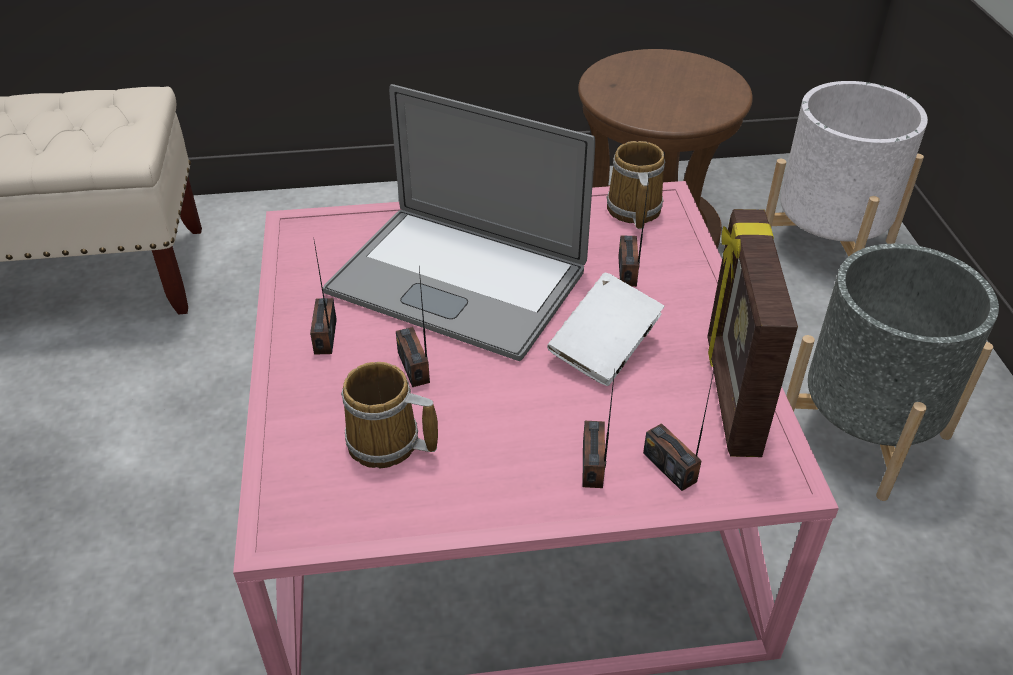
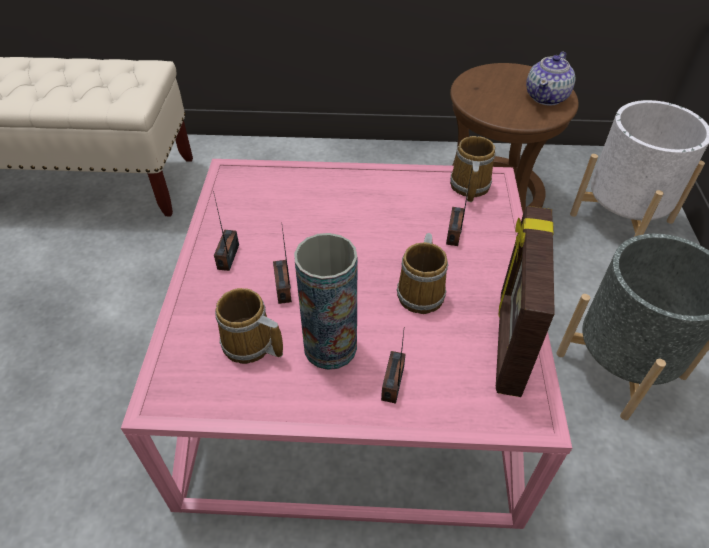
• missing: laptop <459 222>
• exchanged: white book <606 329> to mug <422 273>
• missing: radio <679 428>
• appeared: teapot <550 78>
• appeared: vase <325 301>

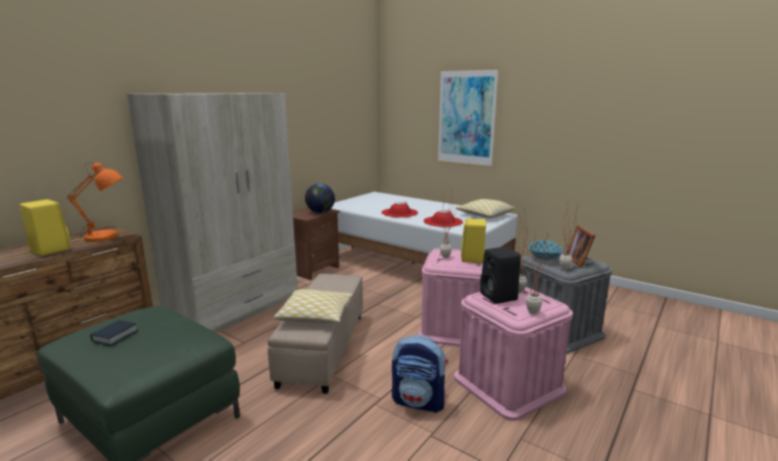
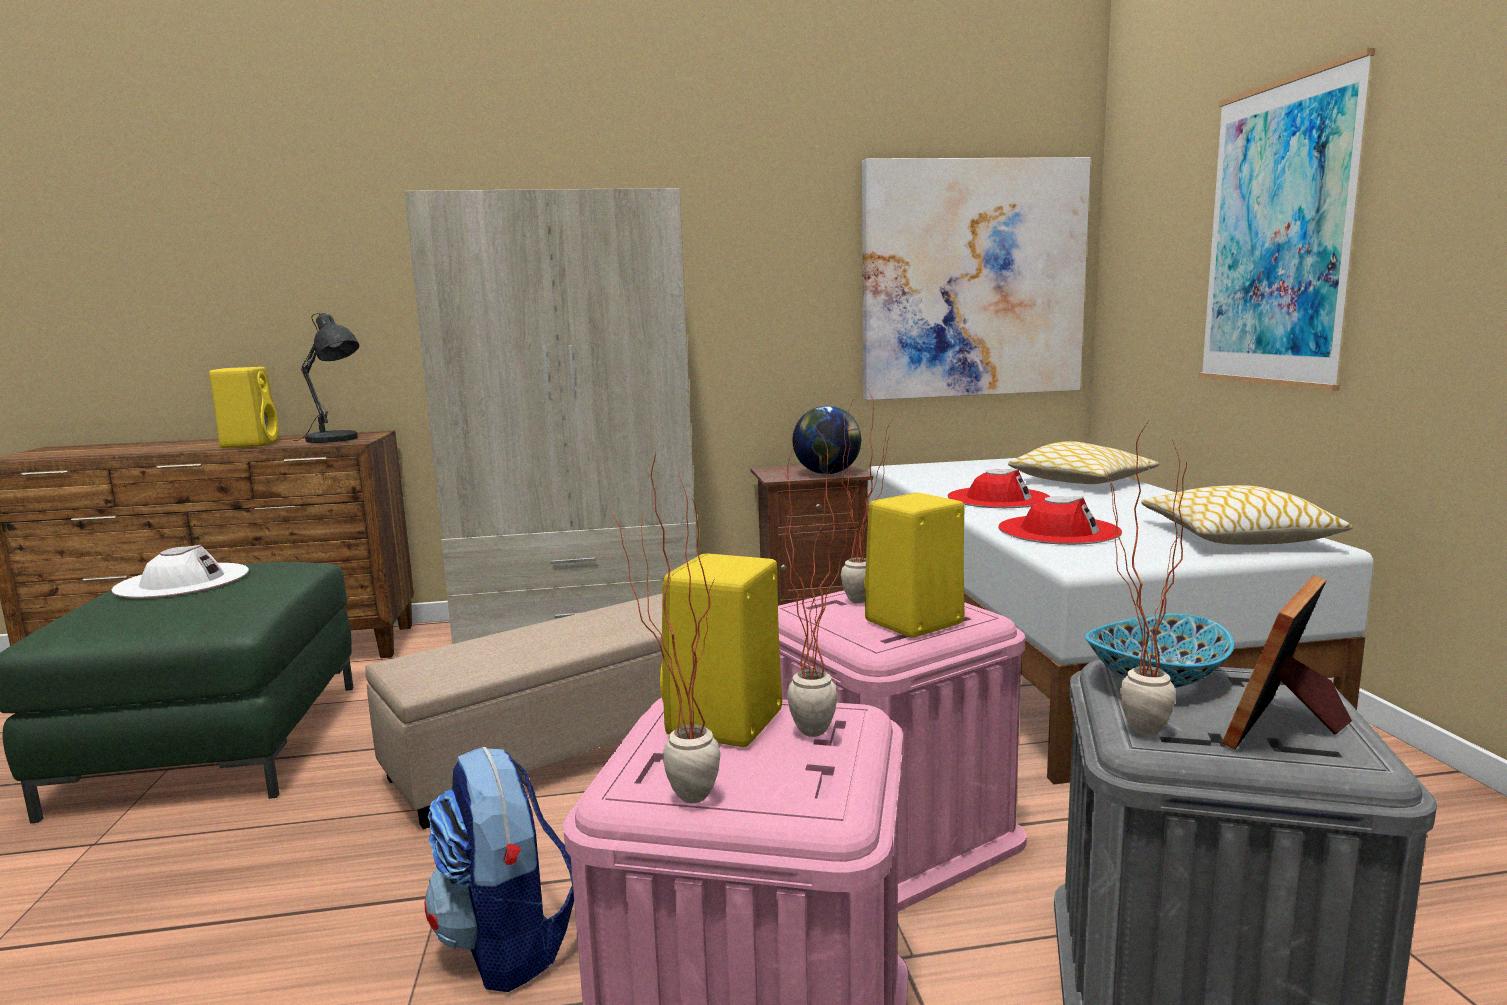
• colour: orange table lamp <95 202> to grey table lamp <326 378>
• colour: black speaker <500 275> to yellow speaker <721 650>
• relocated: pillow <313 306> to <1083 462>
• exchanged: book <114 333> to white hat <180 571>
• appeared: picture <976 278>

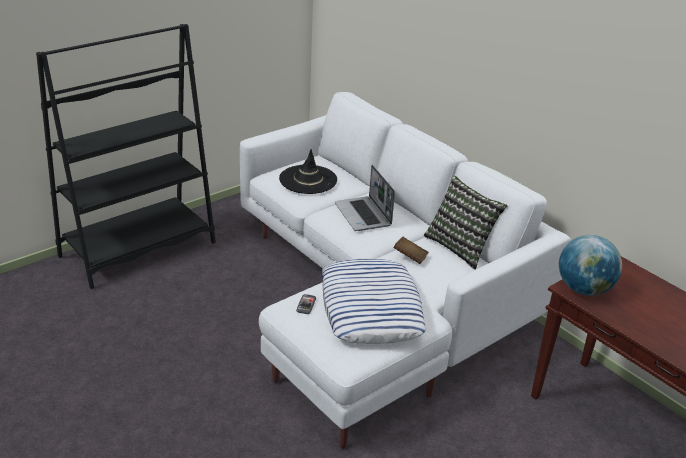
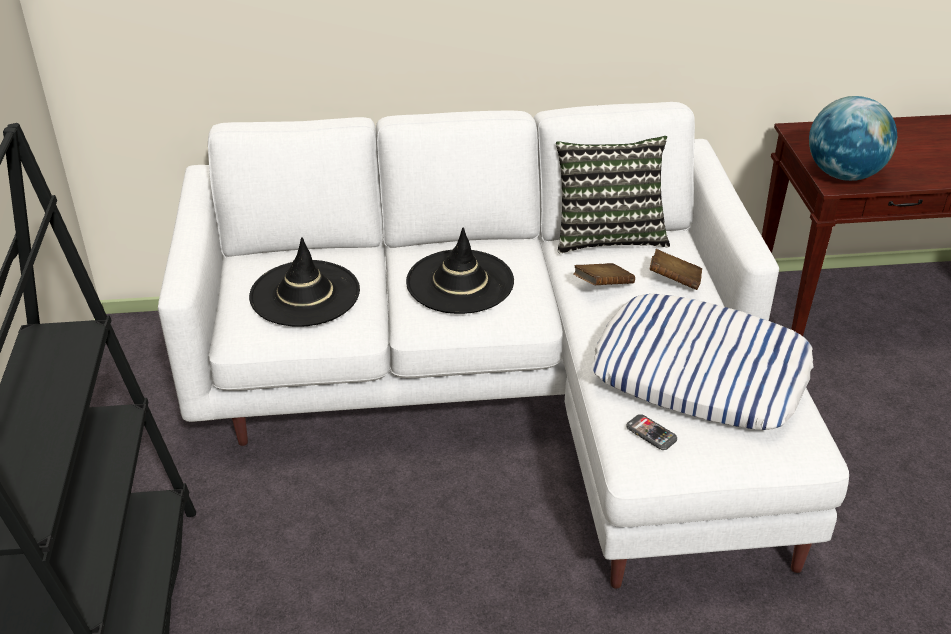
• exchanged: laptop <365 198> to black hat <460 270>
• appeared: brown book <676 269>

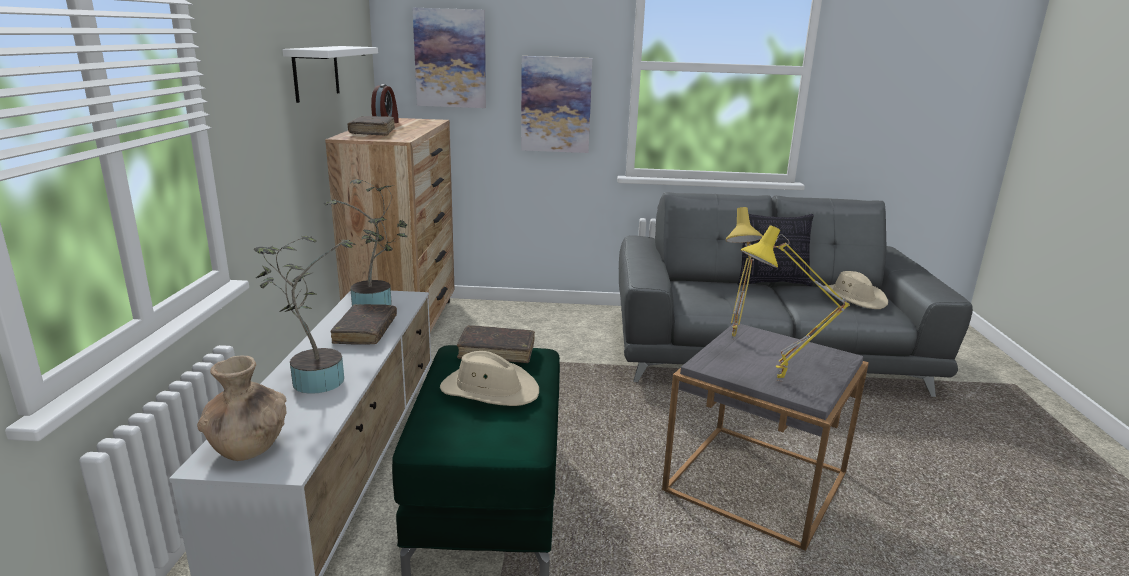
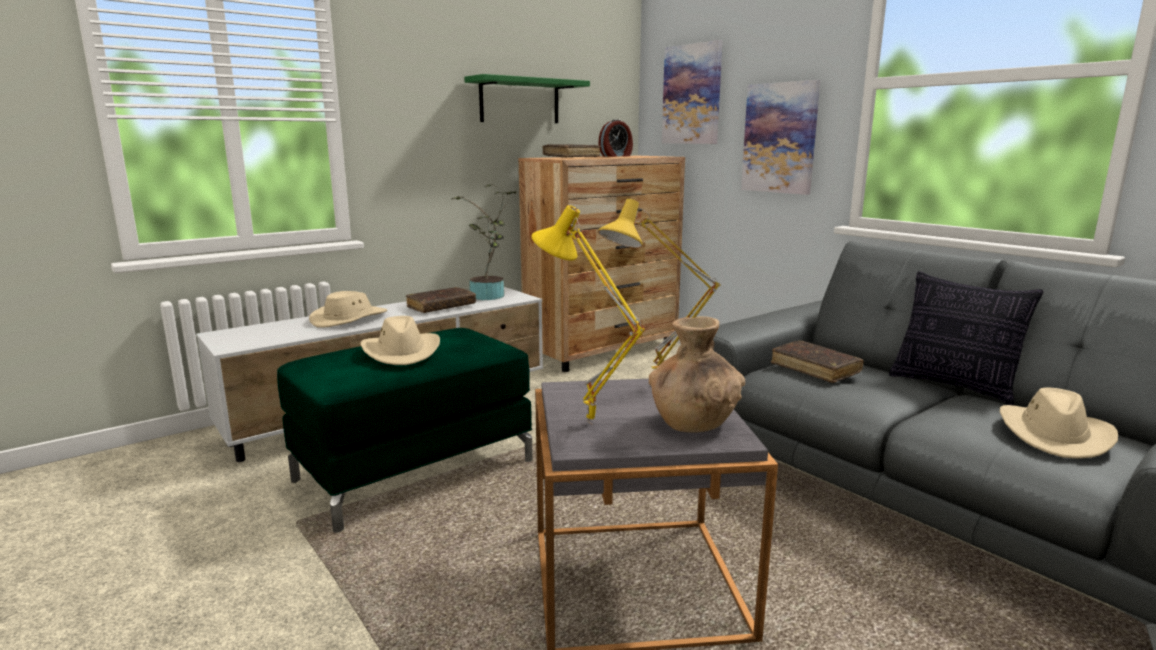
• colour: white shelf <330 74> to green shelf <527 98>
• exchanged: potted plant <305 315> to beige hat <348 309>
• relocated: brown book <496 344> to <817 362>
• relocated: brown vase <242 408> to <697 374>

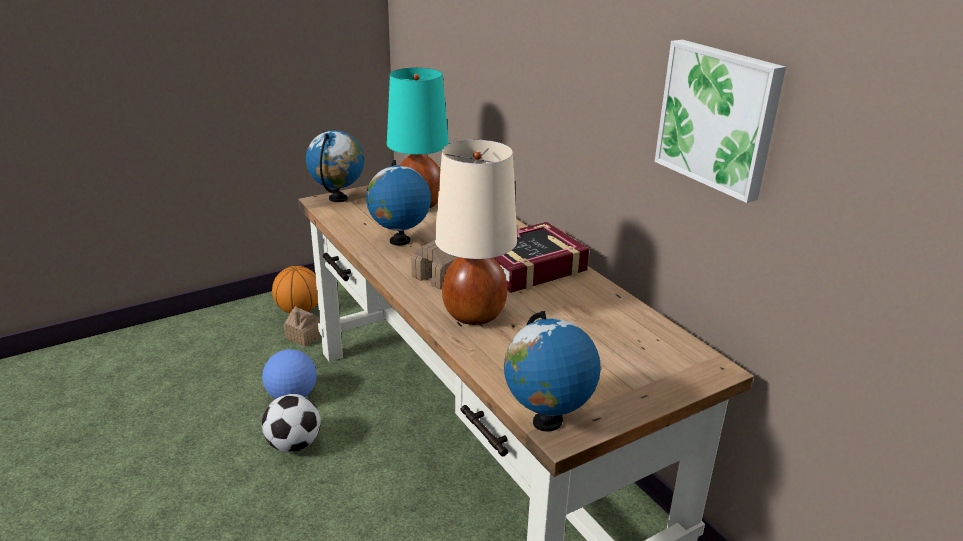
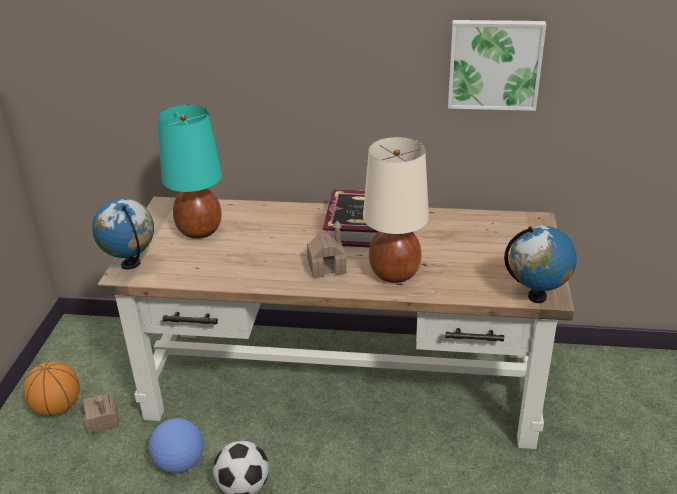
• missing: globe <398 202>

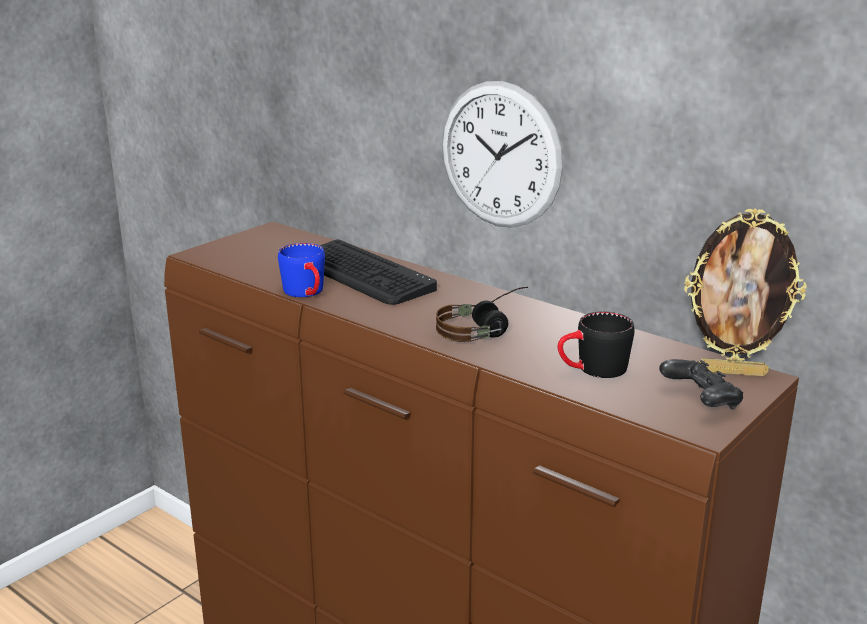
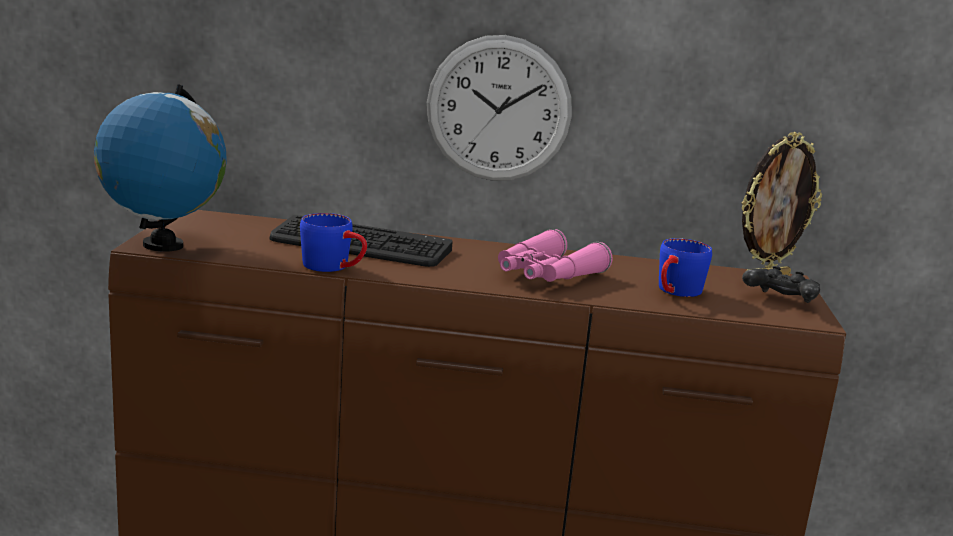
• exchanged: headphones <482 314> to pink binoculars <555 255>
• colour: black mug <596 345> to blue mug <685 267>
• appeared: globe <160 168>

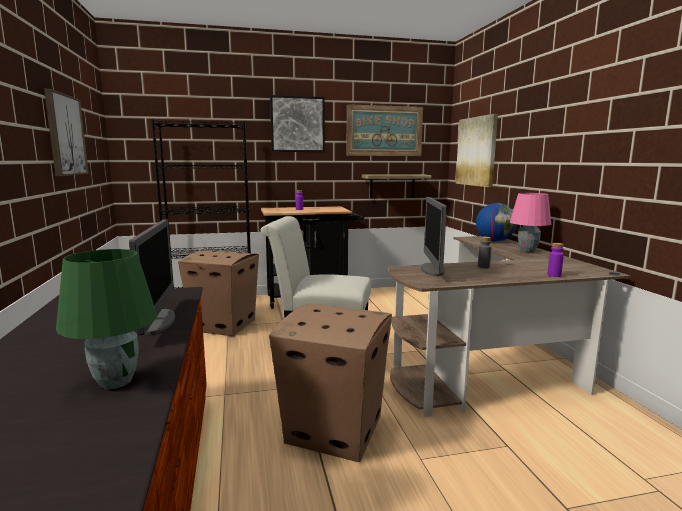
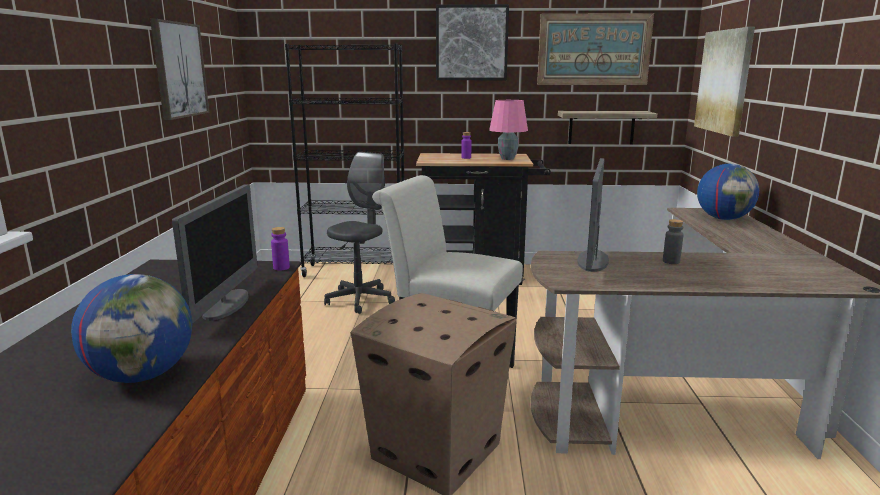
• relocated: pink table lamp <531 222> to <508 130>
• relocated: purple bottle <556 260> to <280 249>
• exchanged: green table lamp <106 319> to globe <131 328>
• exchanged: cardboard box <218 293> to grey office chair <359 233>

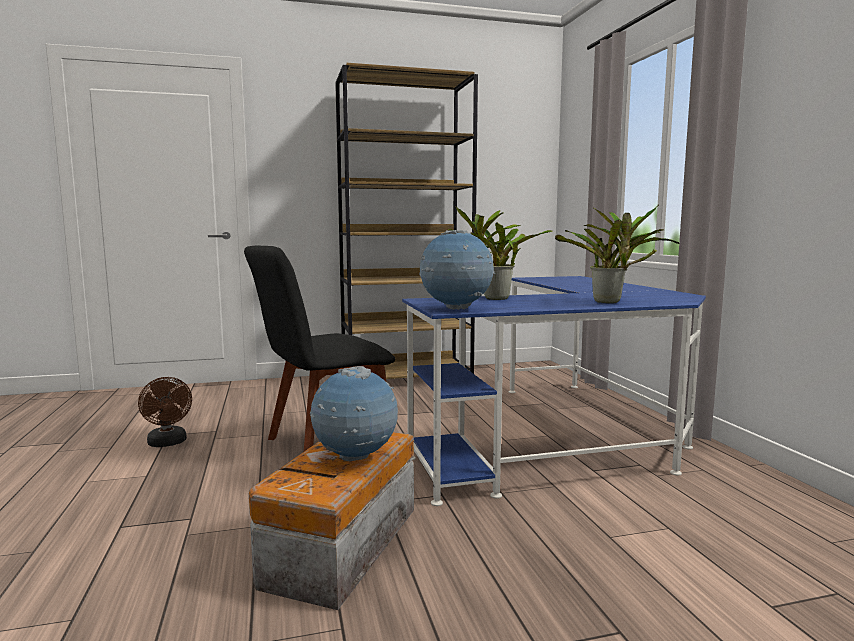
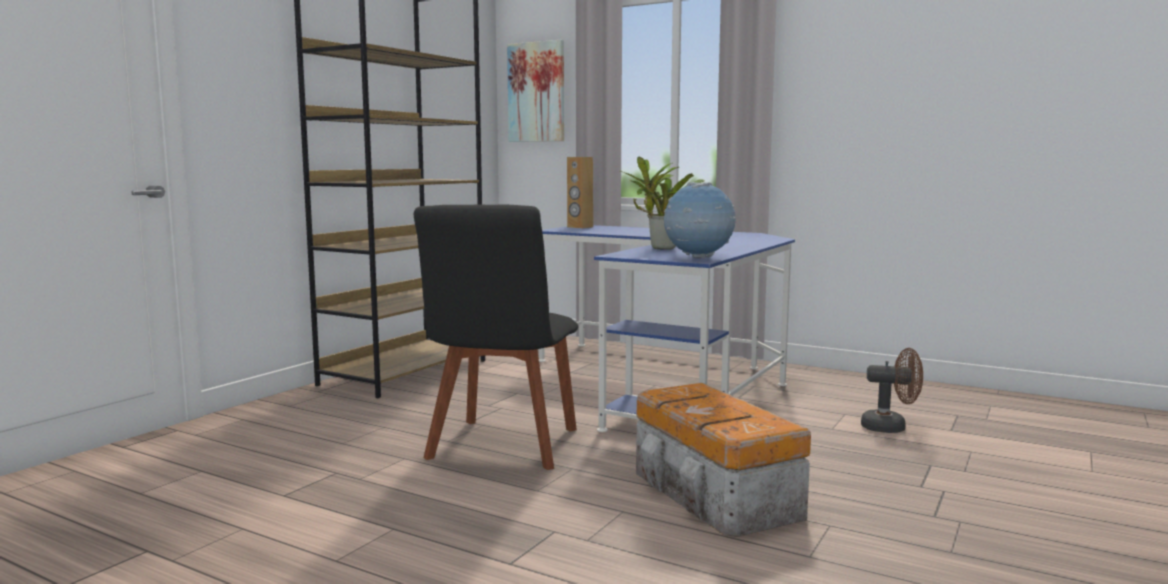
• missing: potted plant <617 254>
• missing: globe <354 413>
• relocated: brown fan <165 412> to <892 390>
• appeared: picture <535 91>
• appeared: brown speaker <580 192>

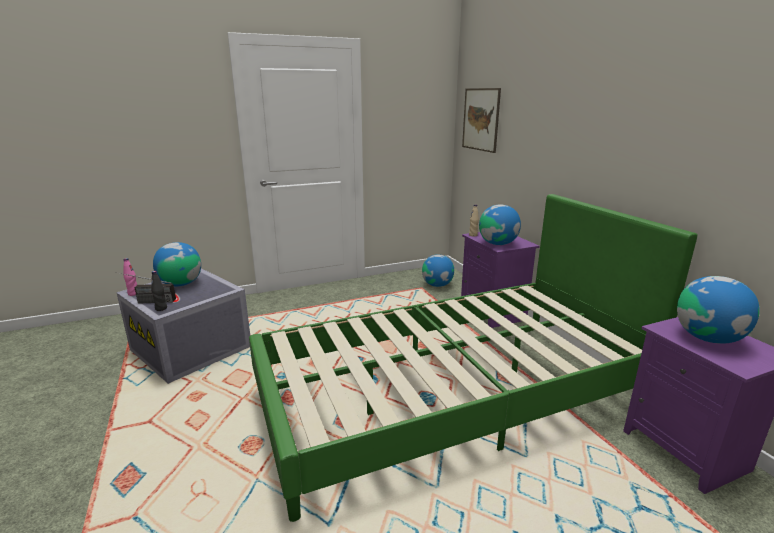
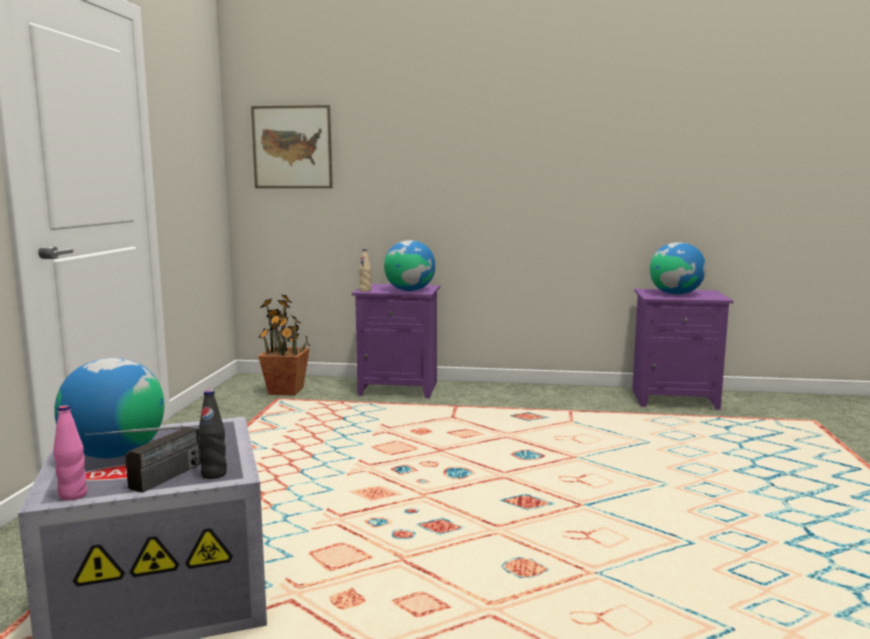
• missing: green bed <473 358>
• exchanged: globe <438 271> to potted plant <284 345>

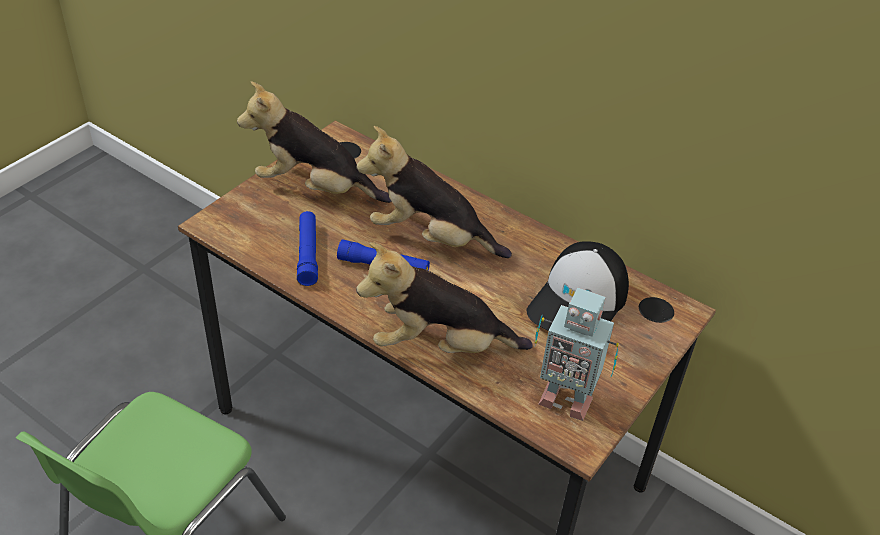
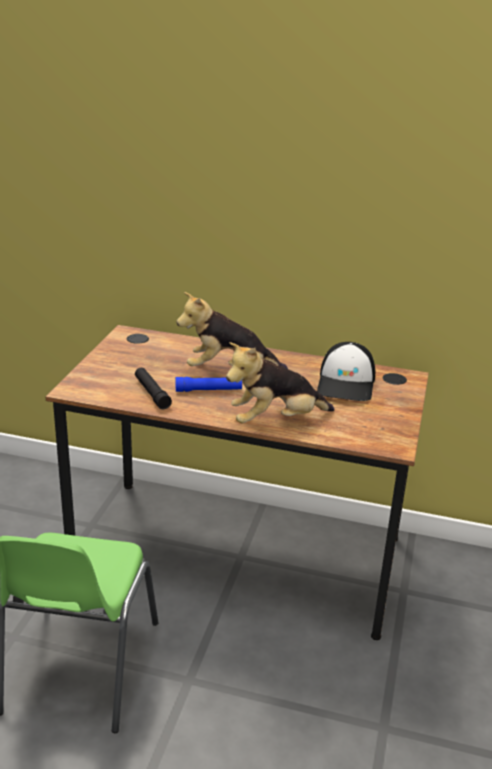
• missing: plush toy <314 142>
• colour: blue flashlight <307 248> to black flashlight <153 388>
• missing: toy robot <576 354>

